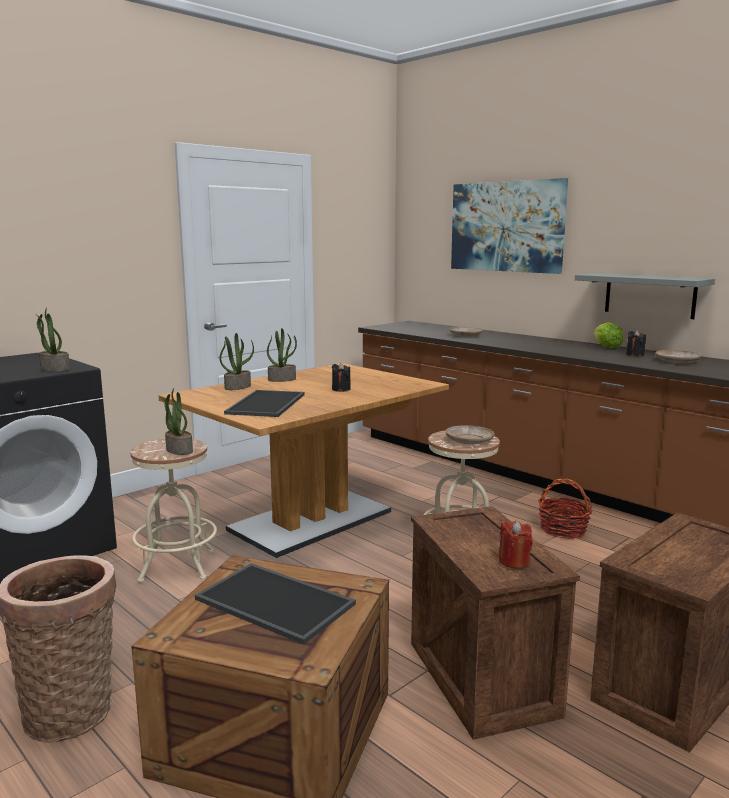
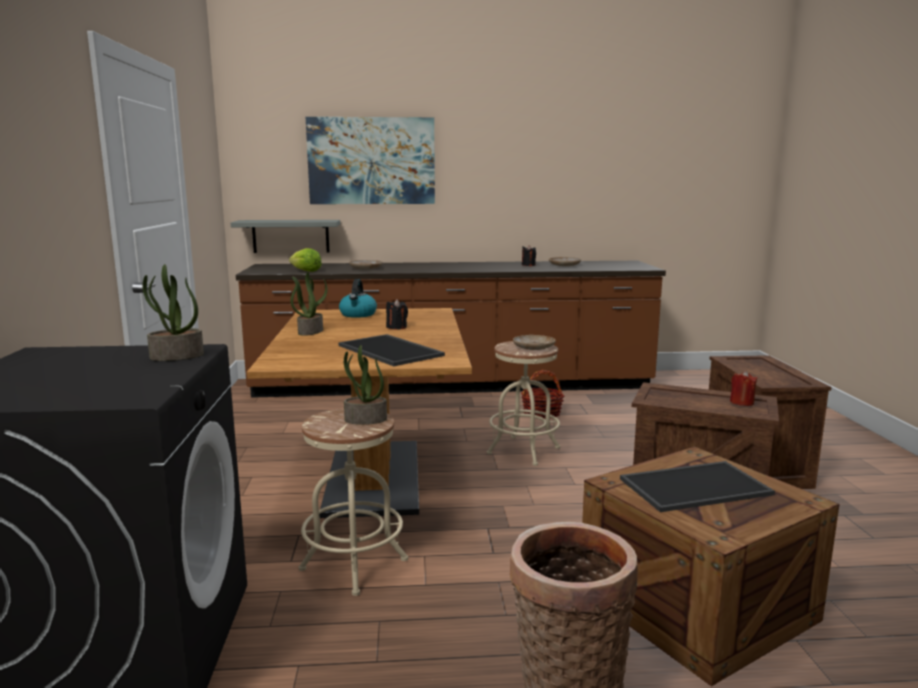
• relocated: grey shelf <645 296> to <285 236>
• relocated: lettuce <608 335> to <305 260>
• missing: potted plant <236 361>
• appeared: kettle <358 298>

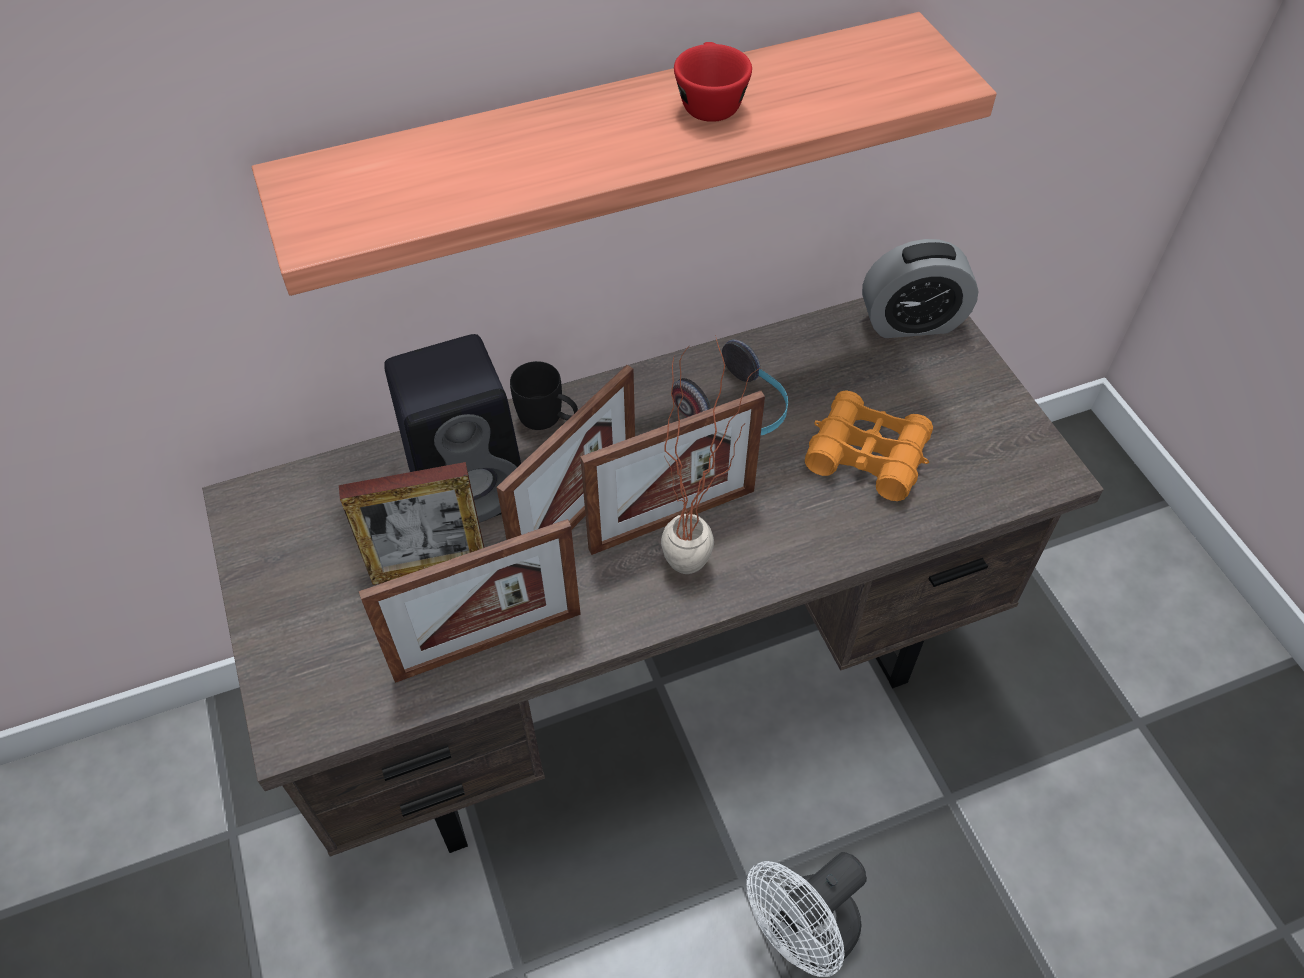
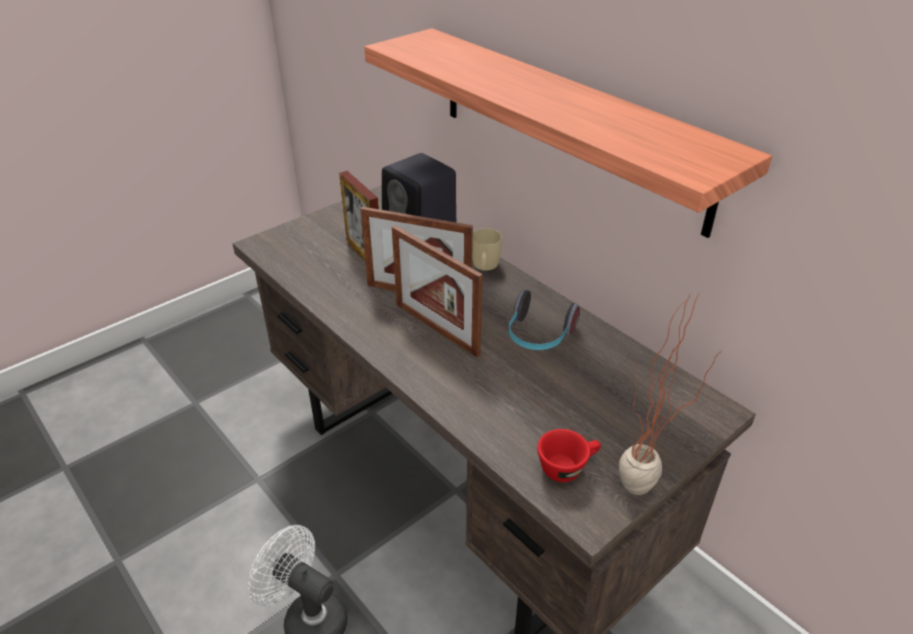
• relocated: red cup <713 82> to <569 455>
• missing: alarm clock <920 288>
• relocated: potted plant <710 454> to <670 394>
• colour: black mug <544 395> to beige mug <487 249>
• missing: orange binoculars <869 445>
• missing: picture frame <470 601>

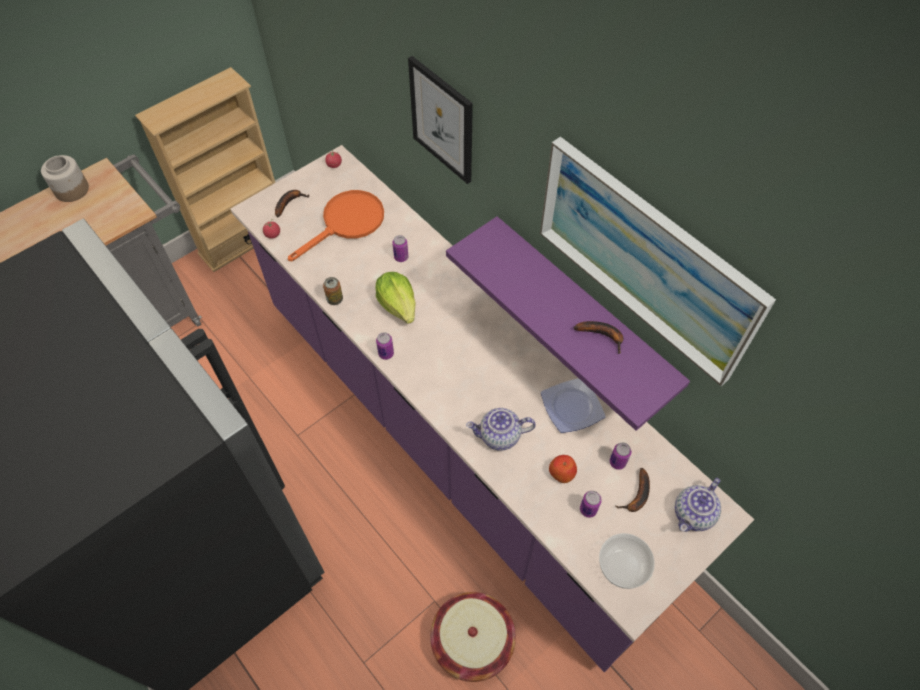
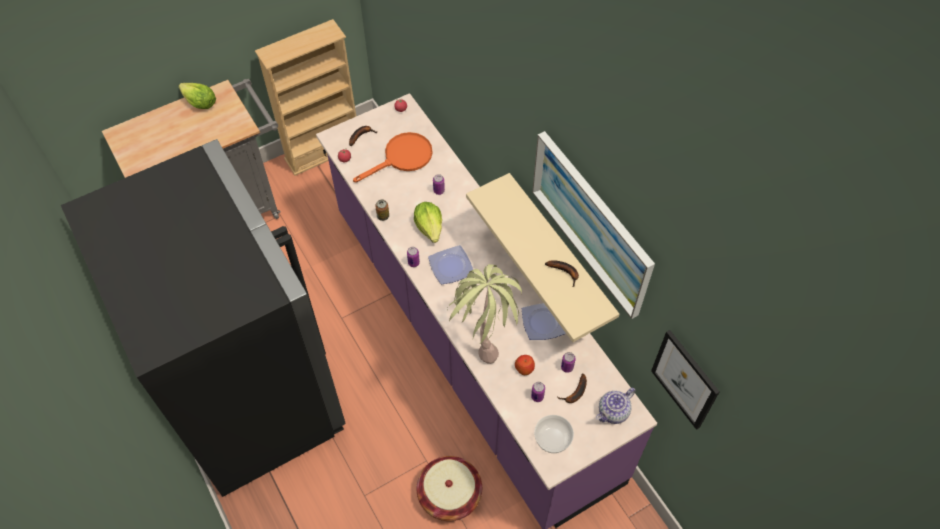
• relocated: picture <440 120> to <685 380>
• exchanged: jar <65 178> to lettuce <197 96>
• colour: purple shelf <568 323> to beige shelf <542 257>
• exchanged: teapot <501 429> to potted plant <484 314>
• appeared: plate <450 264>

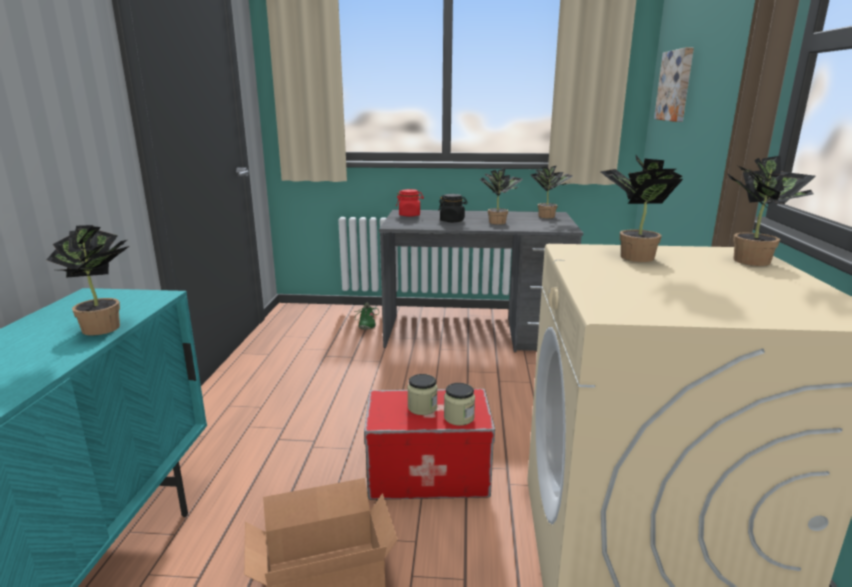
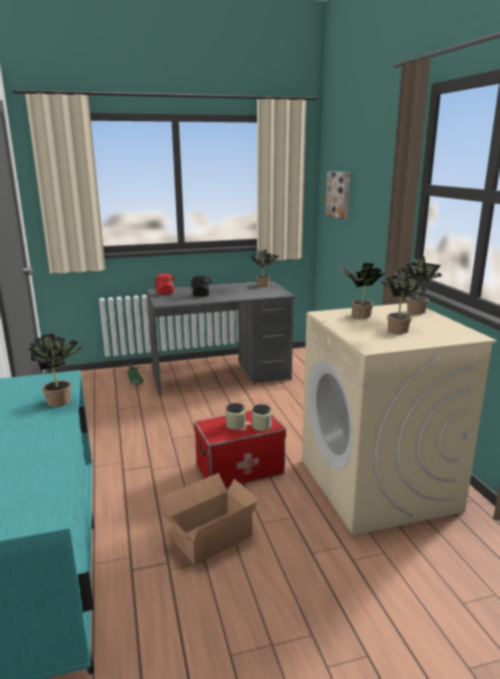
• relocated: potted plant <501 197> to <404 301>

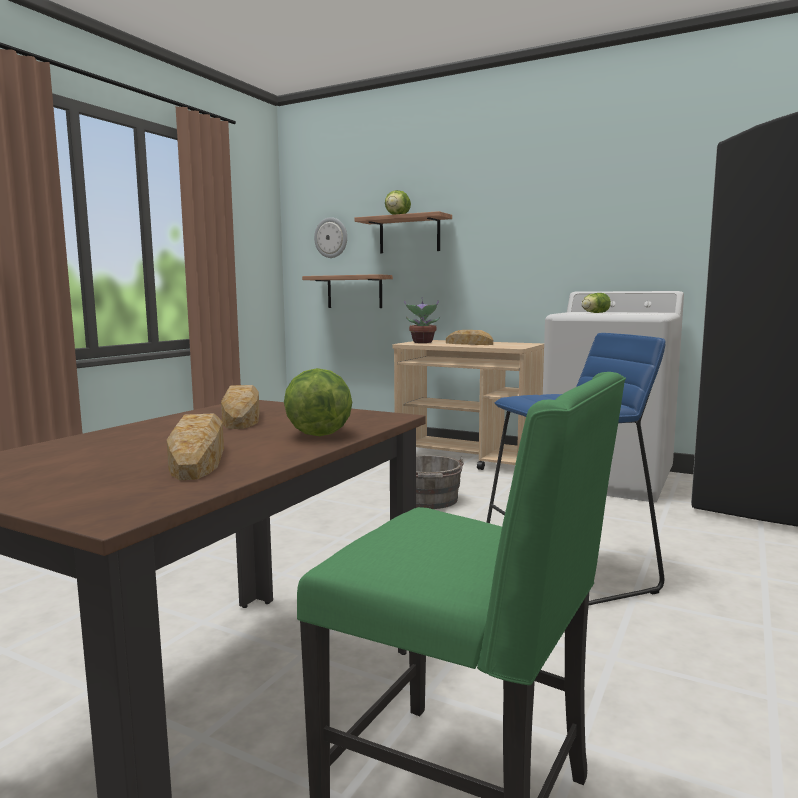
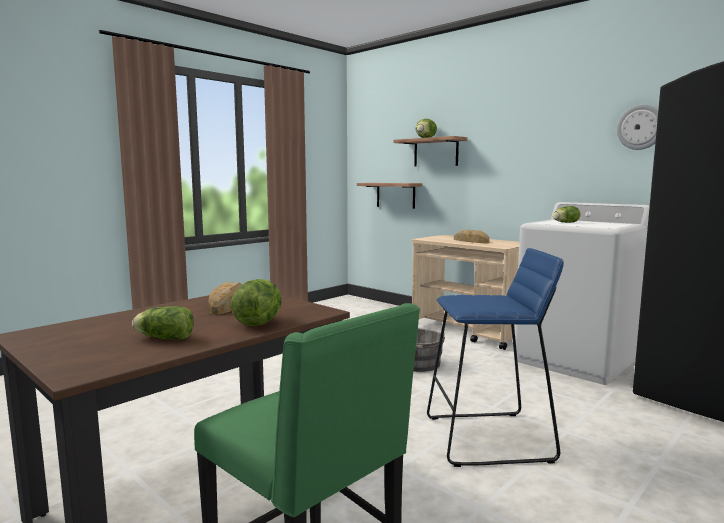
• relocated: wall clock <330 237> to <637 127>
• missing: potted plant <422 320>
• exchanged: bread <195 446> to lettuce <163 323>

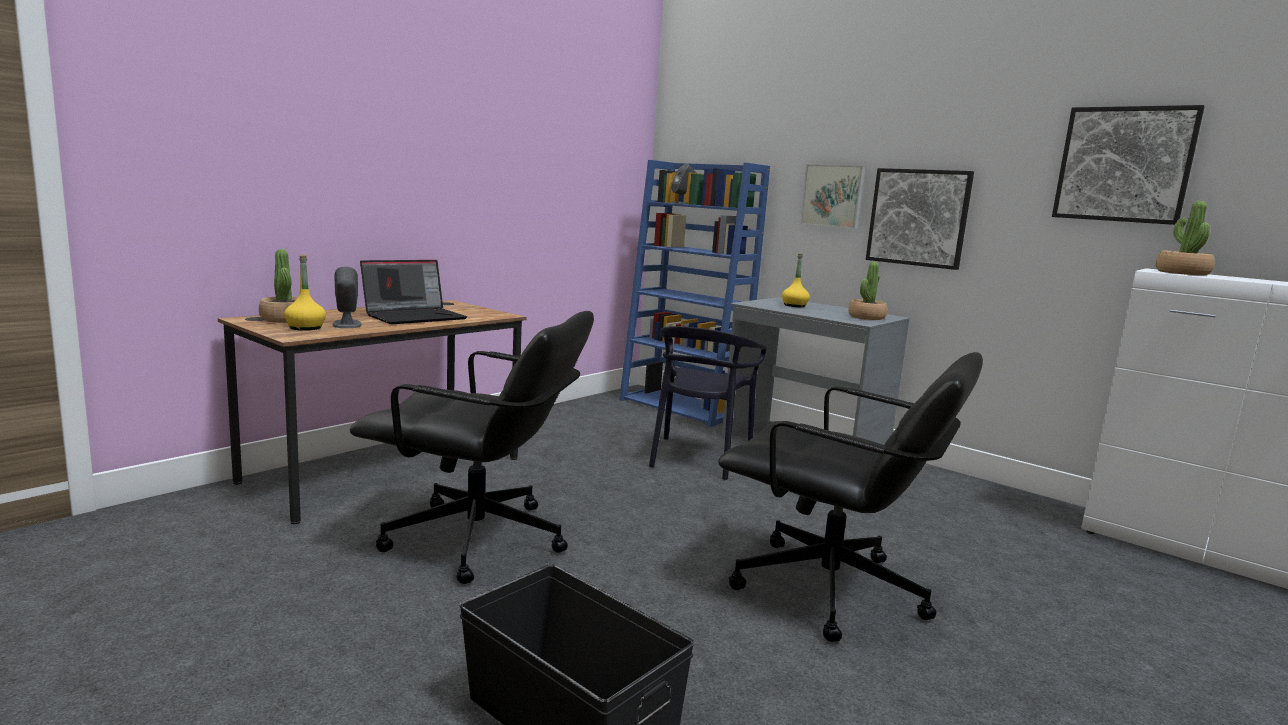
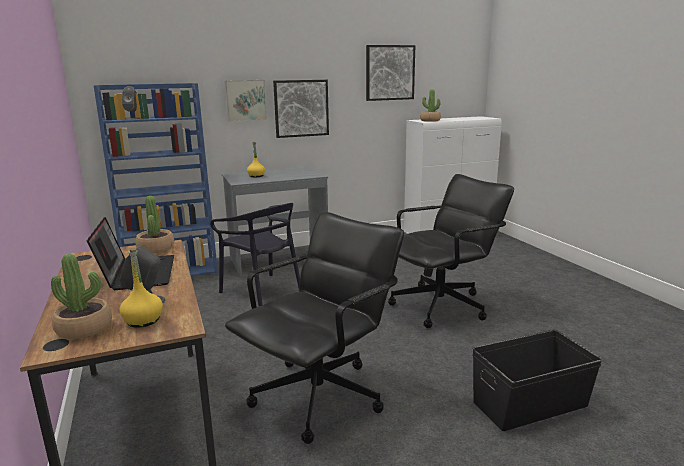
• relocated: potted plant <867 291> to <154 225>

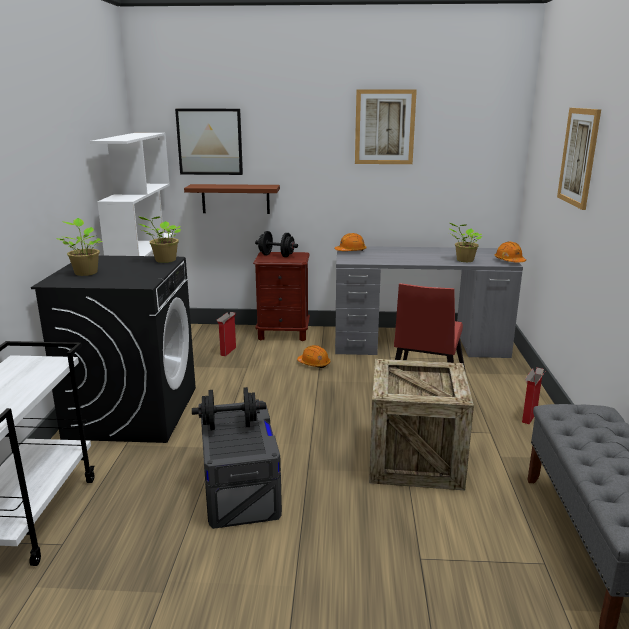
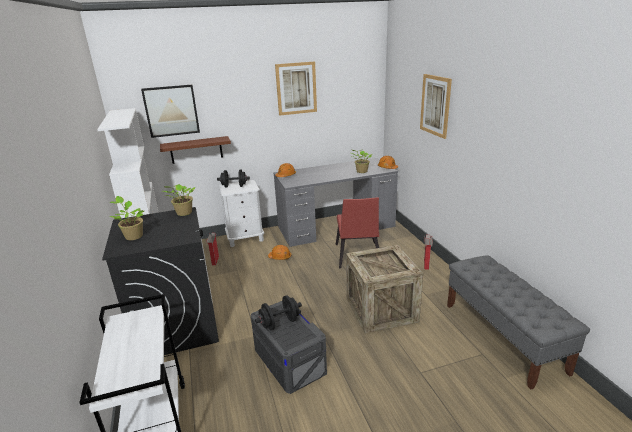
• colour: brown nightstand <281 296> to white nightstand <241 213>

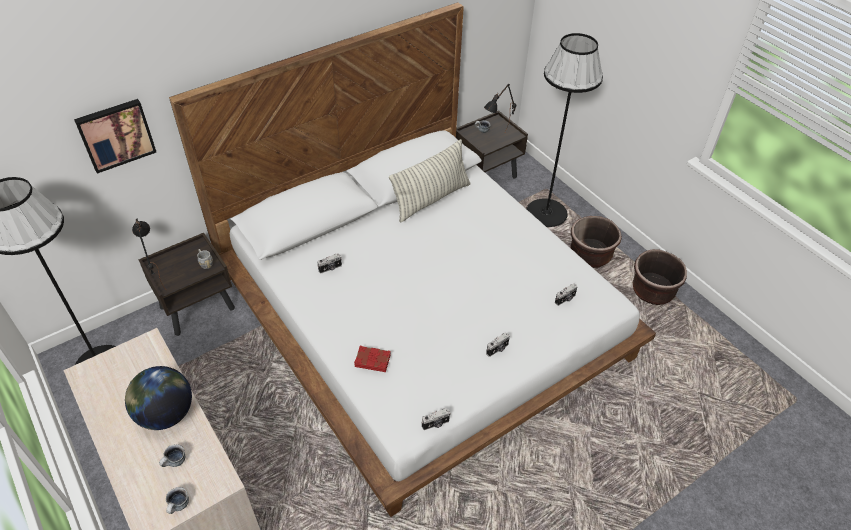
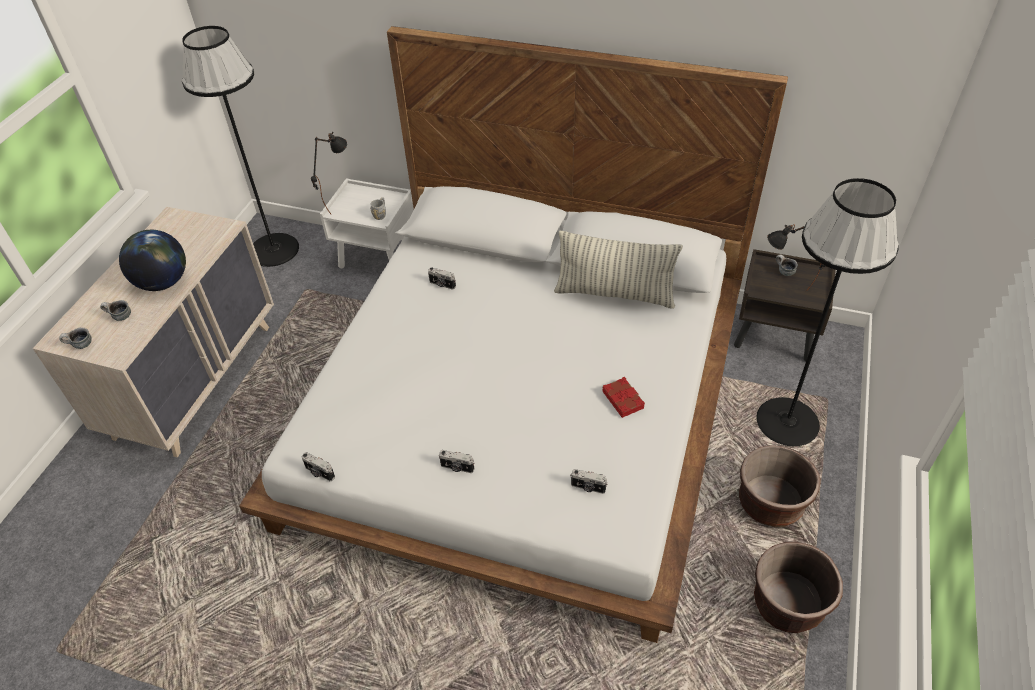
• missing: picture <115 136>
• colour: brown nightstand <187 284> to white nightstand <367 223>
• relocated: red book <372 359> to <623 397>

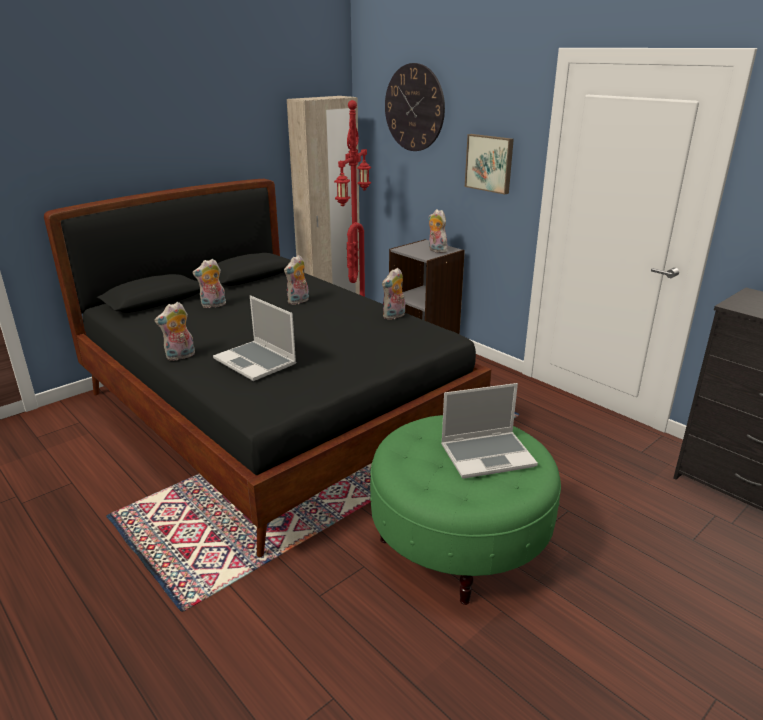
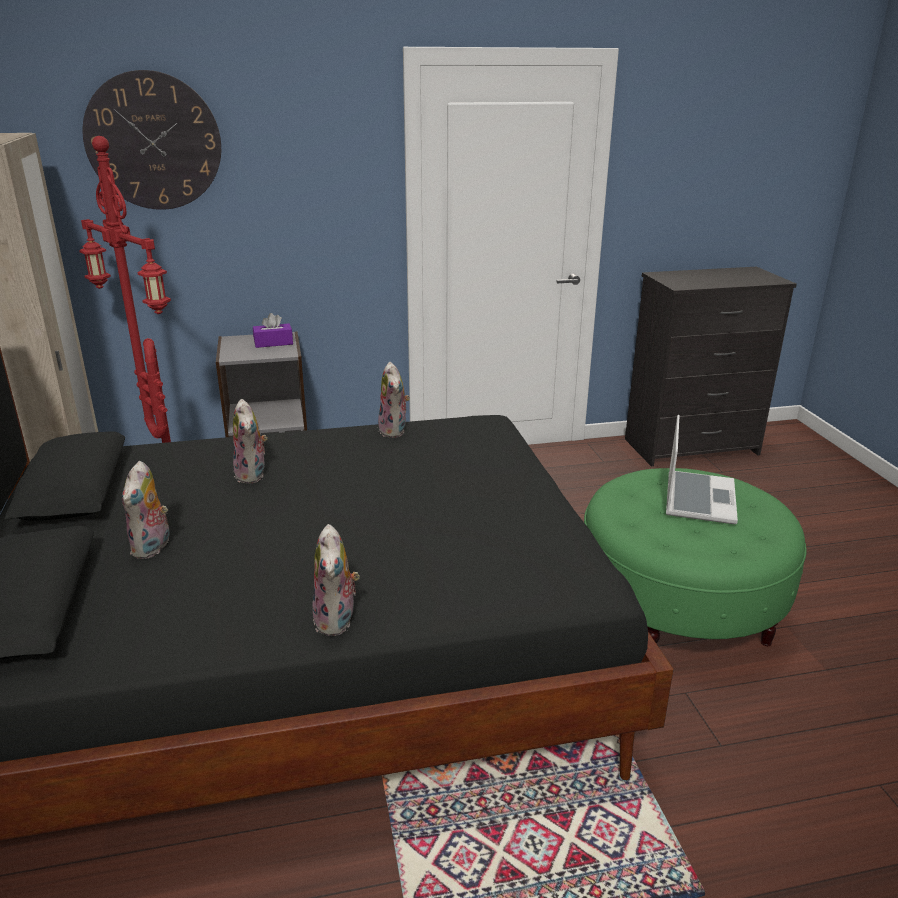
• missing: picture <489 164>
• exchanged: plush toy <437 231> to purple tissue box <273 330>
• missing: laptop <254 338>

